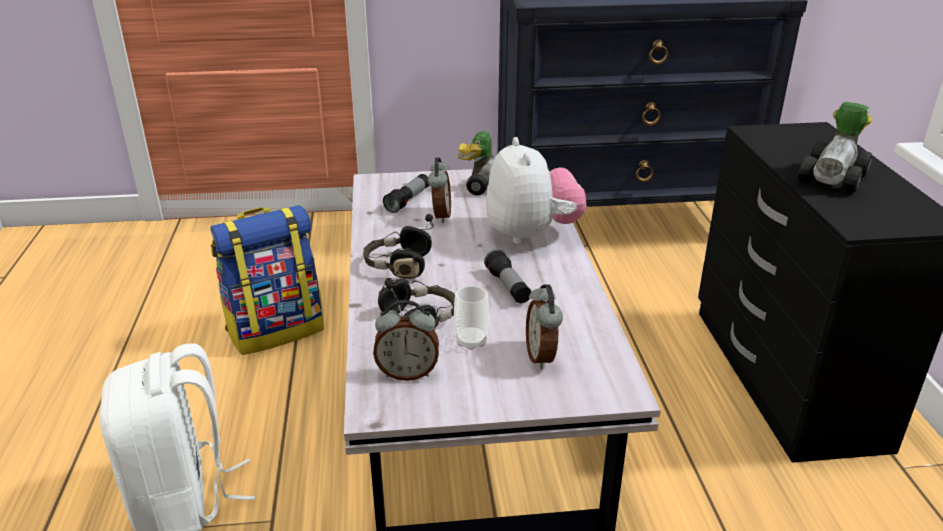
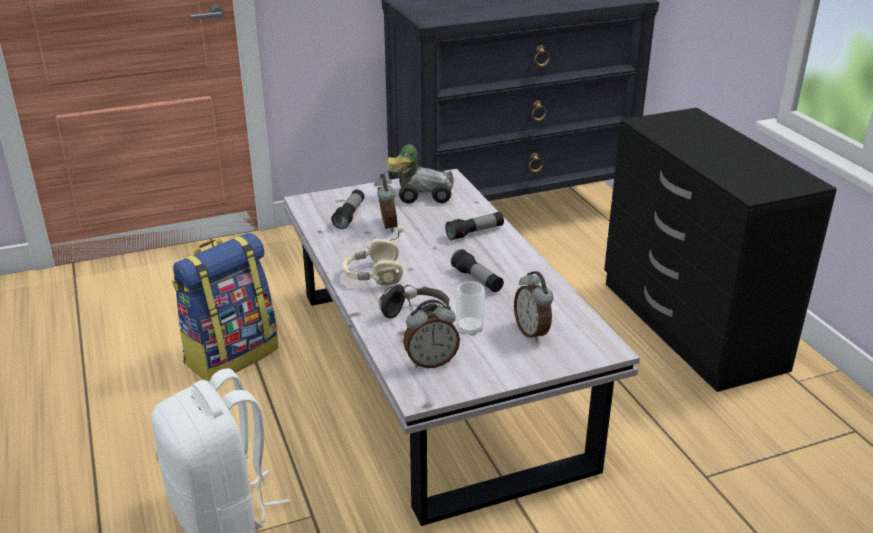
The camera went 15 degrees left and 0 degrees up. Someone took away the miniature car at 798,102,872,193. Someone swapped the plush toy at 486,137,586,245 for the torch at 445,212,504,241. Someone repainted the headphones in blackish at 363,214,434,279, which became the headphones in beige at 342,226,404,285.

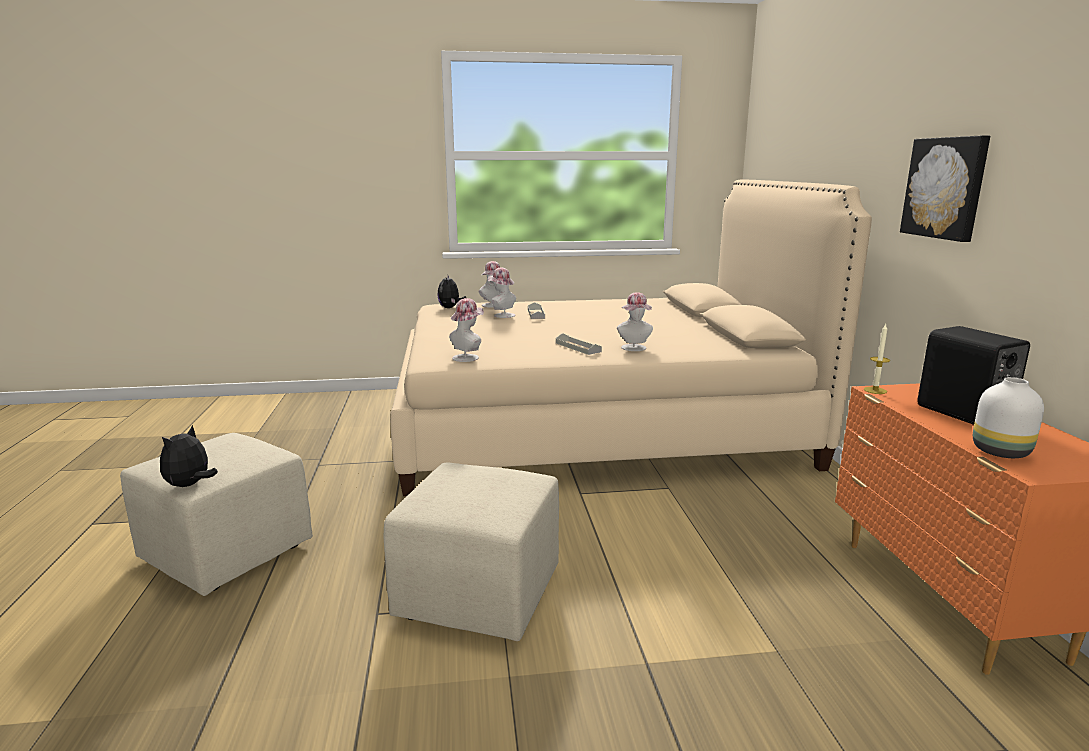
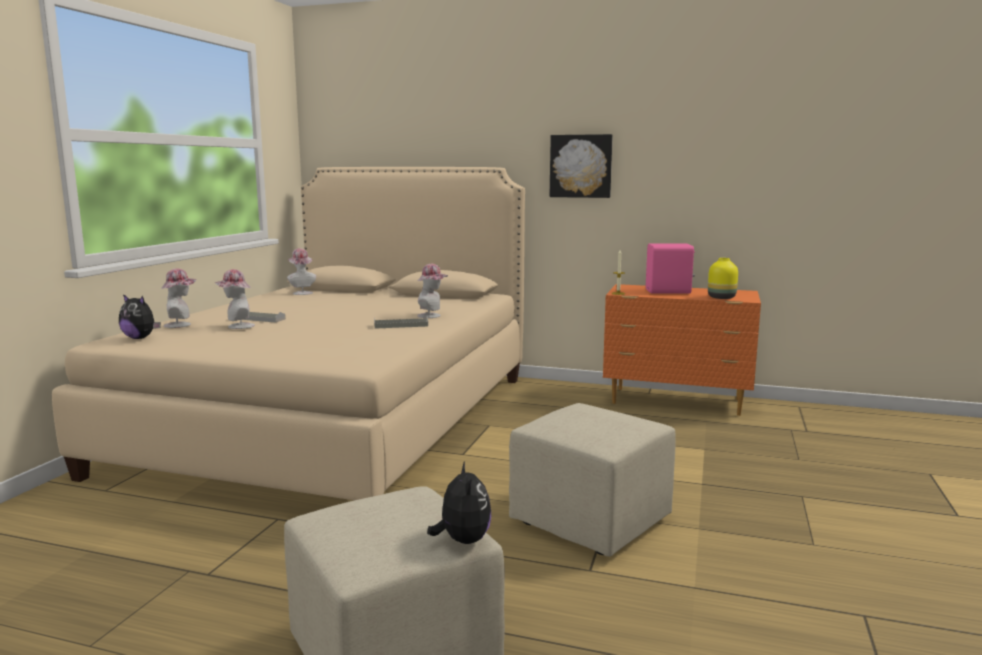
The camera went 65 degrees left and 5 degrees down. Someone carried the hat from 449,298,484,362 to 287,248,316,295. Someone repainted the audio speaker in blackish at 917,326,1030,425, which became the audio speaker in pinkish at 646,244,695,294. Someone repainted the vase in whitish at 973,377,1044,458, which became the vase in yellow-coloured at 708,258,738,299. Someone rotated the plush toy at 160,425,218,487 by 150 degrees counterclockwise.

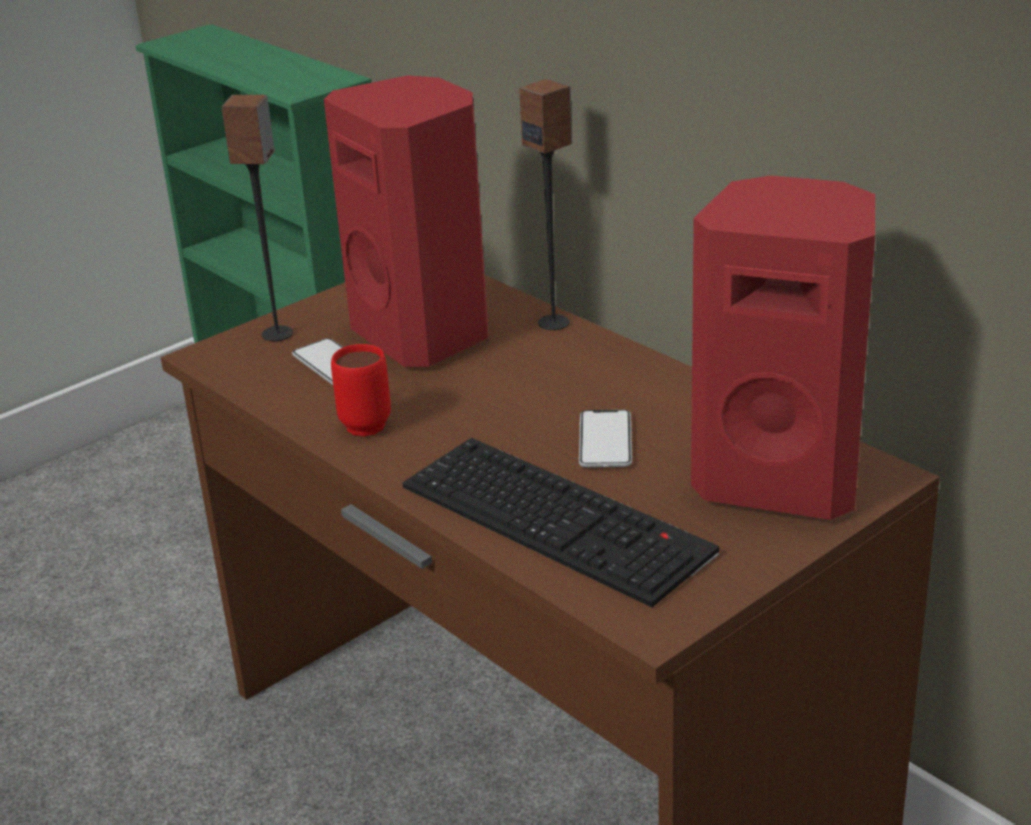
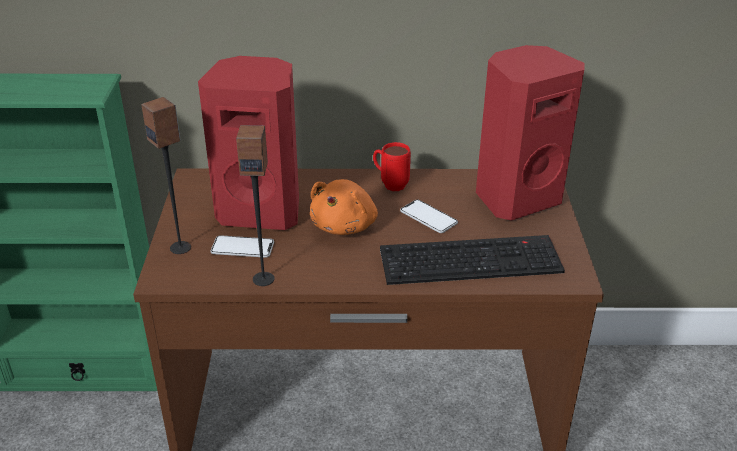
The camera went 50 degrees left and 5 degrees up. Someone put down the plush toy in orangey at 310,179,378,235. Someone carried the coffee mug in red from 331,344,391,436 to 373,142,411,191. Someone carried the audio speaker from 519,79,572,330 to 236,125,275,286.

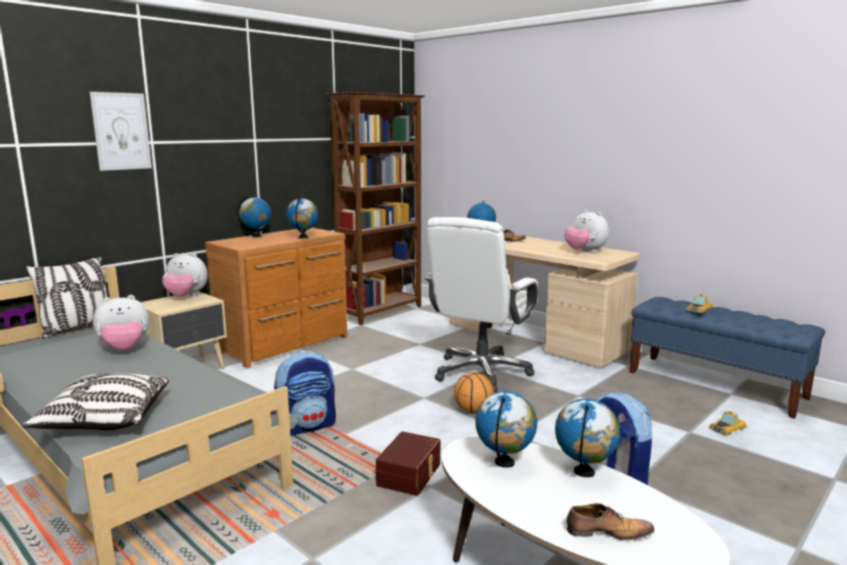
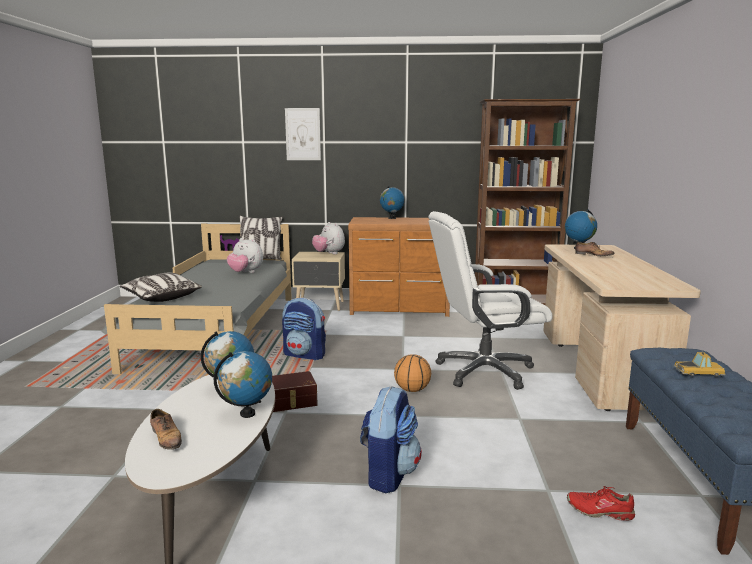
The camera went 50 degrees right and 0 degrees up. Someone took away the globe at 286,198,319,239. Someone took away the plush toy at 564,210,609,253. Someone swapped the miniature car at 709,411,747,435 for the low shoe in red at 567,486,635,521.

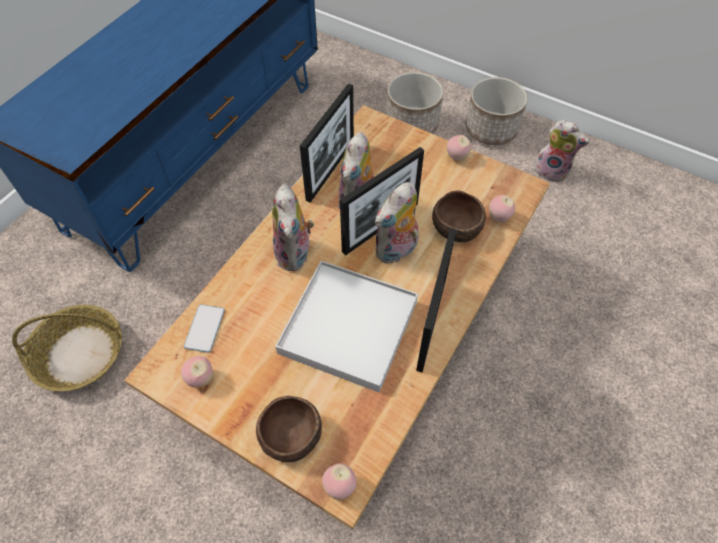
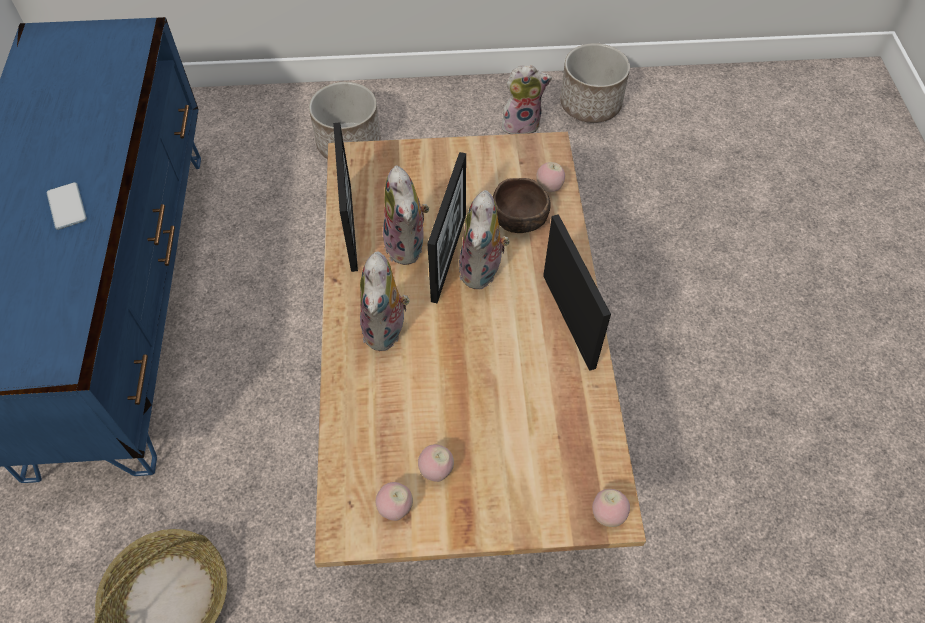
The camera went 35 degrees left and 0 degrees up. Someone took away the bowl in brown-coloured at 256,396,322,462. Someone took away the serving tray in whitish at 275,261,418,392. Someone carried the telephone from 184,304,225,353 to 46,182,87,230. Someone carried the whole apple from 447,135,471,161 to 418,444,454,482. Someone carried the flower pot from 466,77,528,145 to 560,43,630,123. Someone rotated the plush toy at 272,184,314,271 by 45 degrees clockwise.

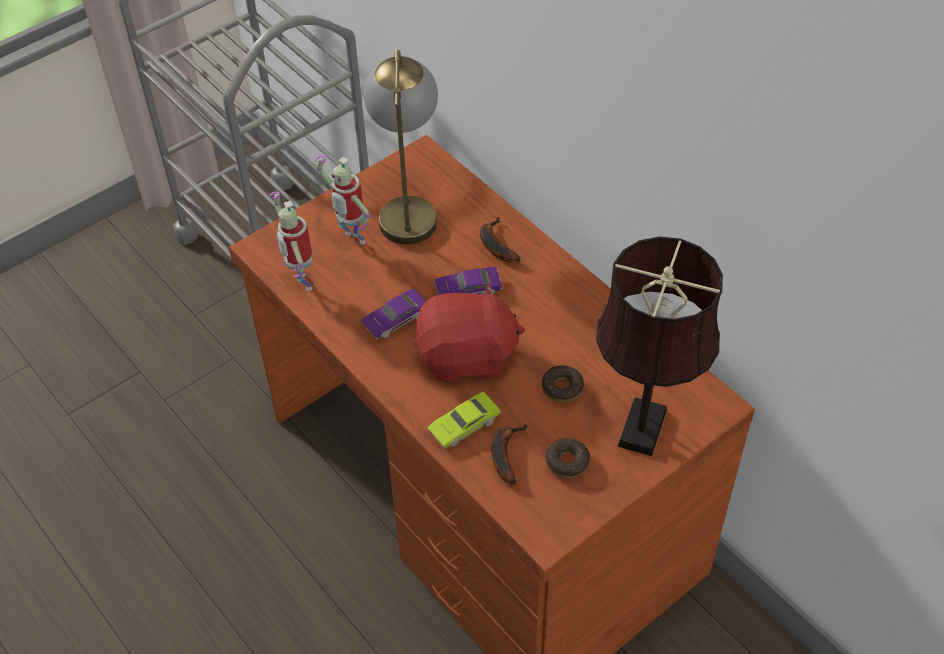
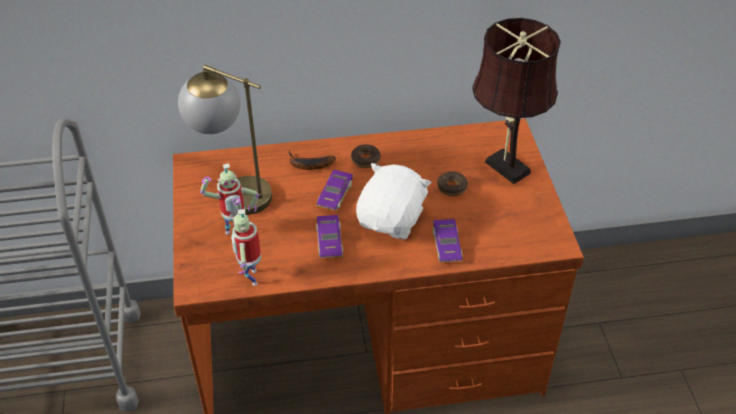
The camera went 60 degrees left and 5 degrees down. Someone took away the whole banana at 491,425,528,485. Someone carried the donut from 546,438,590,478 to 351,144,381,168. Someone repainted the plush toy in red at 414,283,525,383, which became the plush toy in whitish at 356,163,431,239. Someone repainted the miniature car in green-coloured at 427,392,501,448, which became the miniature car in purplish at 433,219,463,262. Someone rotated the robot figure at 269,191,313,291 by 75 degrees clockwise.

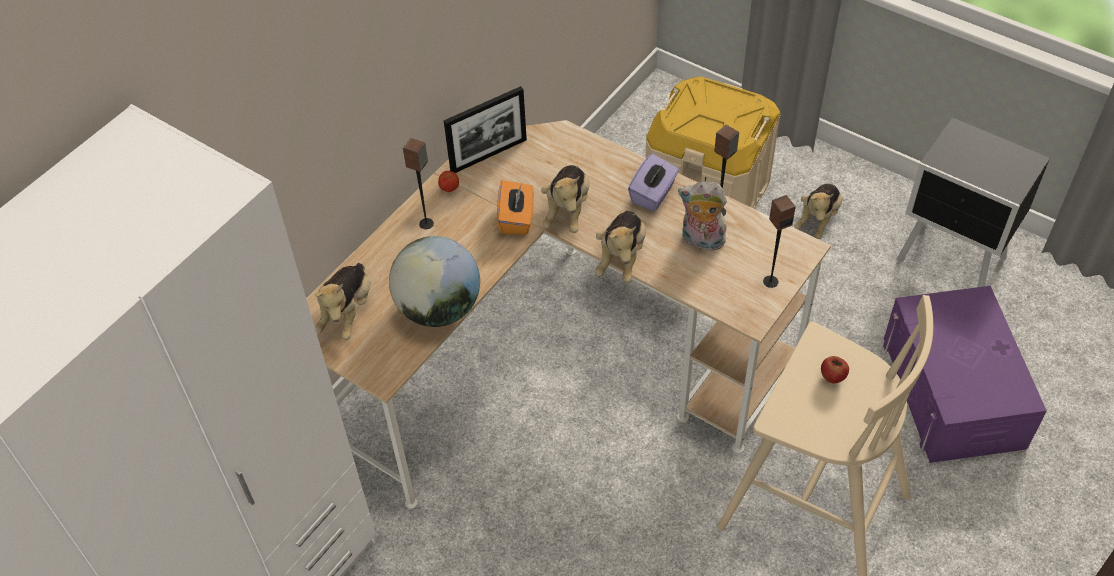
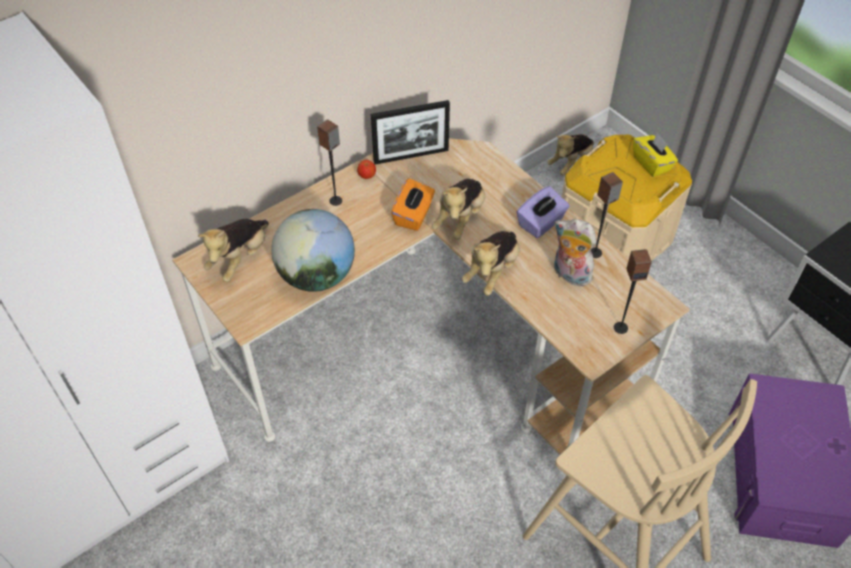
The camera went 15 degrees right and 0 degrees up. Someone took away the whole apple at 821,356,849,384. Someone put down the tissue holder in yellow-coloured at 633,133,678,177. Someone carried the plush toy from 794,184,842,239 to 547,134,594,175.

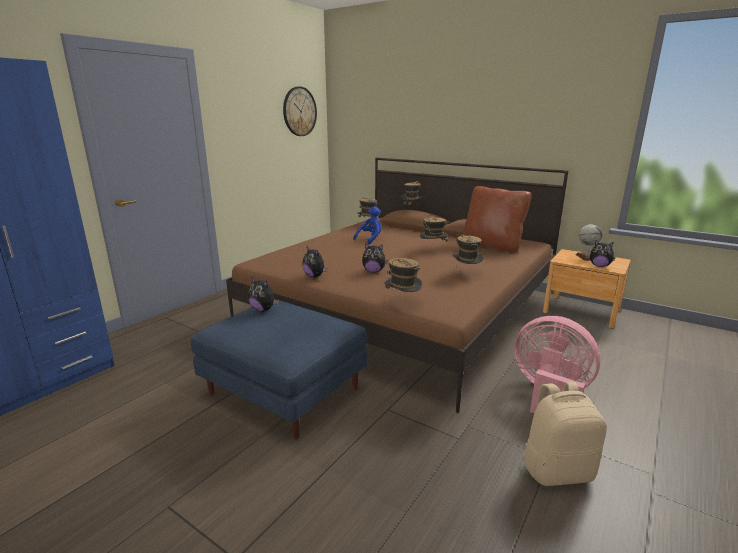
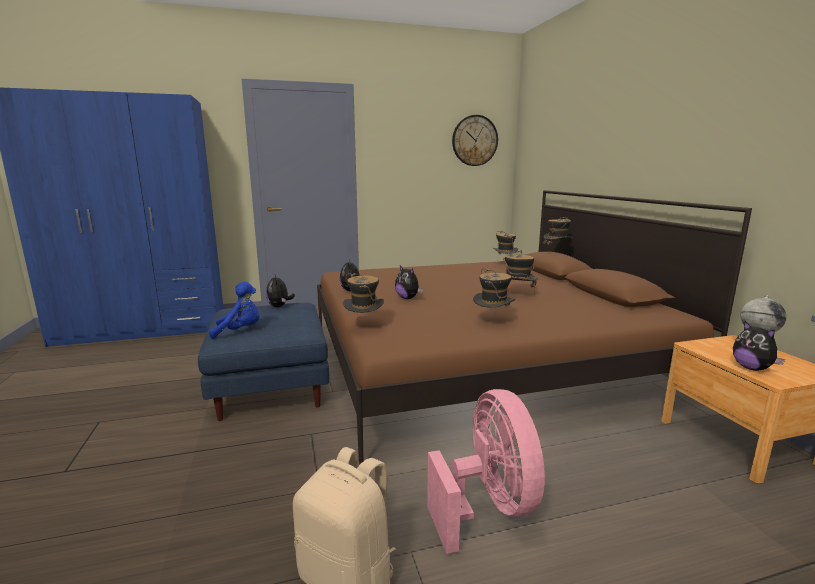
The camera went 40 degrees right and 5 degrees down. Someone took away the pillow in brown-coloured at 463,186,532,253. Someone carried the plush toy in blue from 353,206,382,244 to 209,281,259,339.

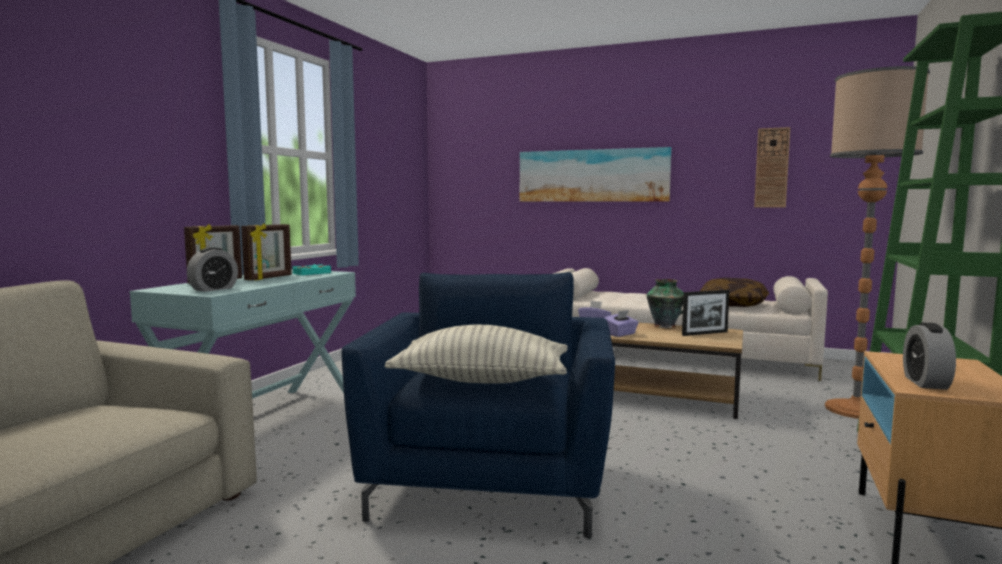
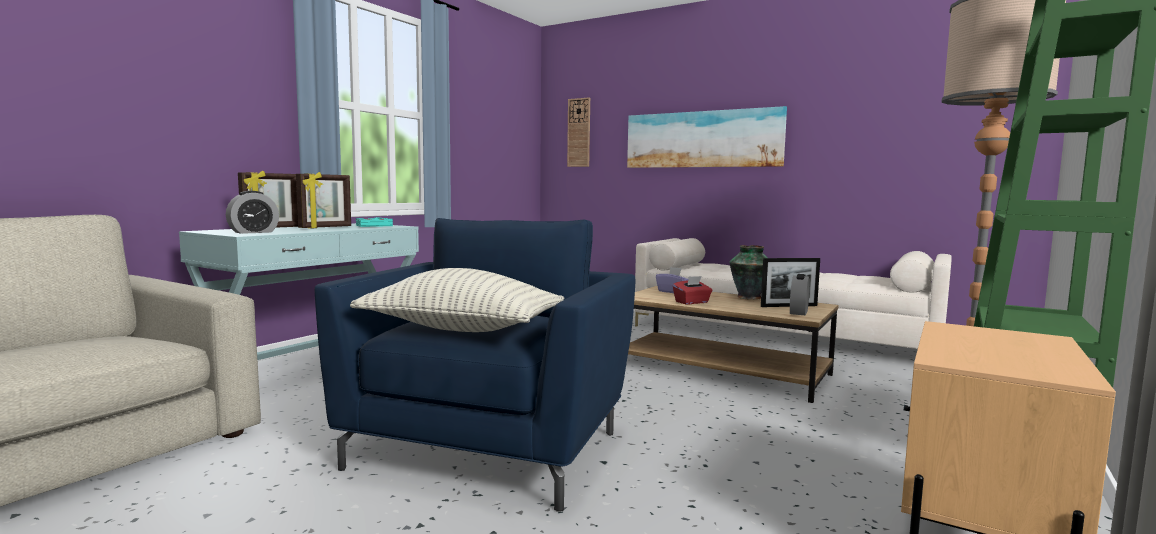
The camera went 10 degrees right and 0 degrees up. Someone took away the pillow at 700,278,769,307. Someone carried the wall clock from 754,127,790,207 to 567,97,590,167. Someone carried the table clock from 903,323,956,390 to 790,274,810,315. Someone repainted the tissue holder in purplish at 605,310,639,337, which became the tissue holder in red at 673,276,712,304.

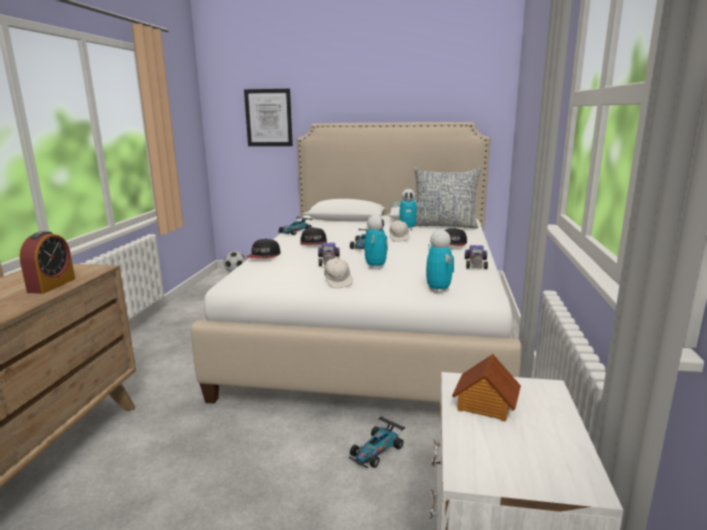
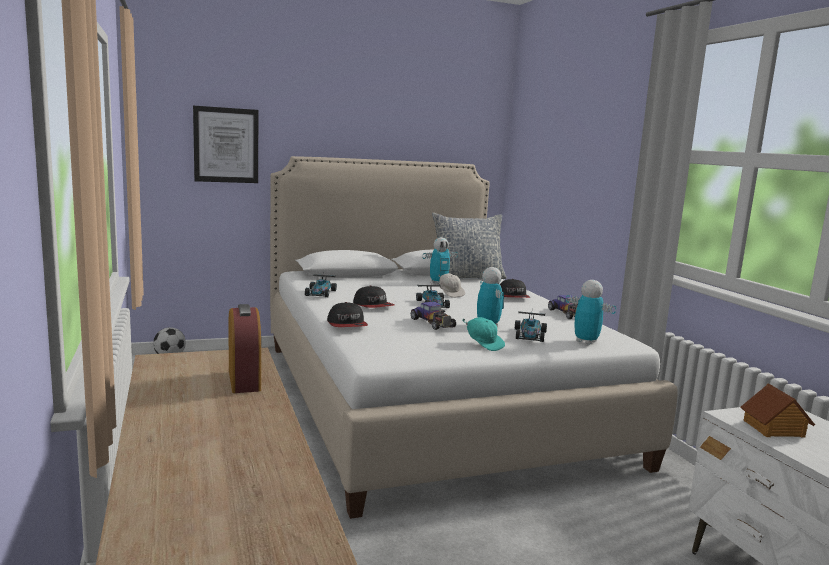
The camera went 30 degrees left and 5 degrees down. Someone carried the miniature car from 349,416,405,468 to 515,312,547,342. Someone repainted the peaked cap in whitish at 324,258,353,289, which became the peaked cap in turquoise-coloured at 462,317,505,351.

